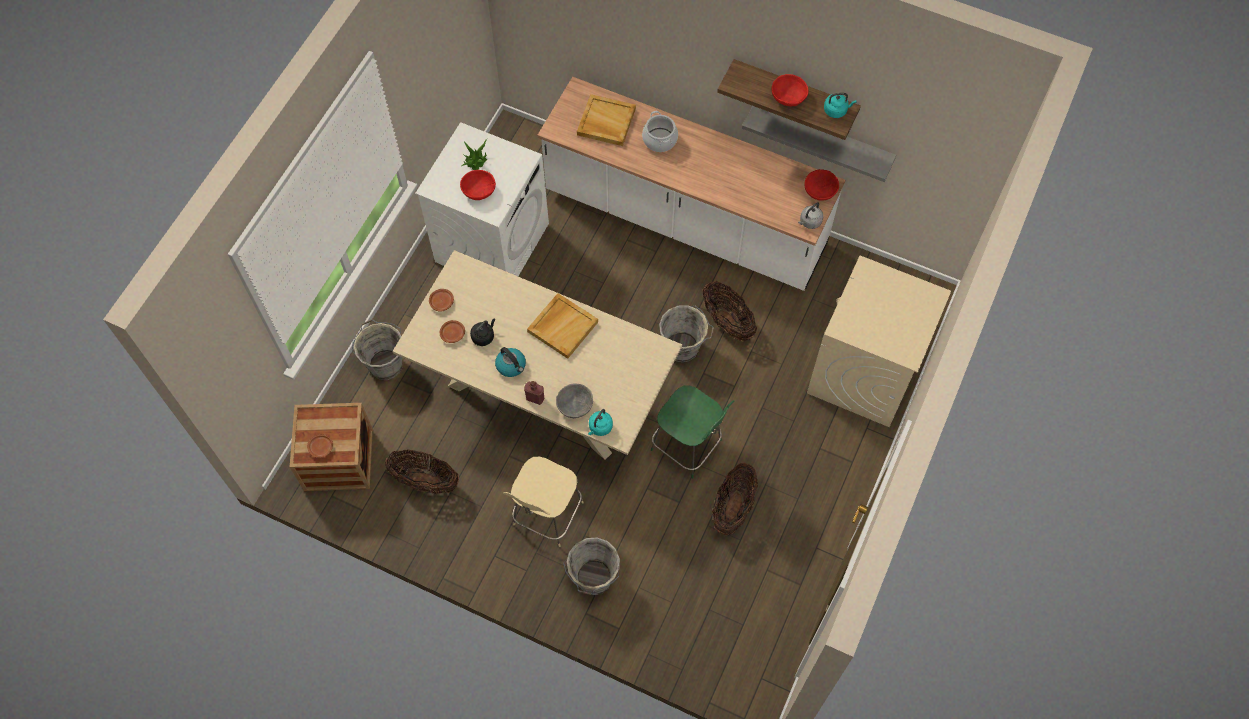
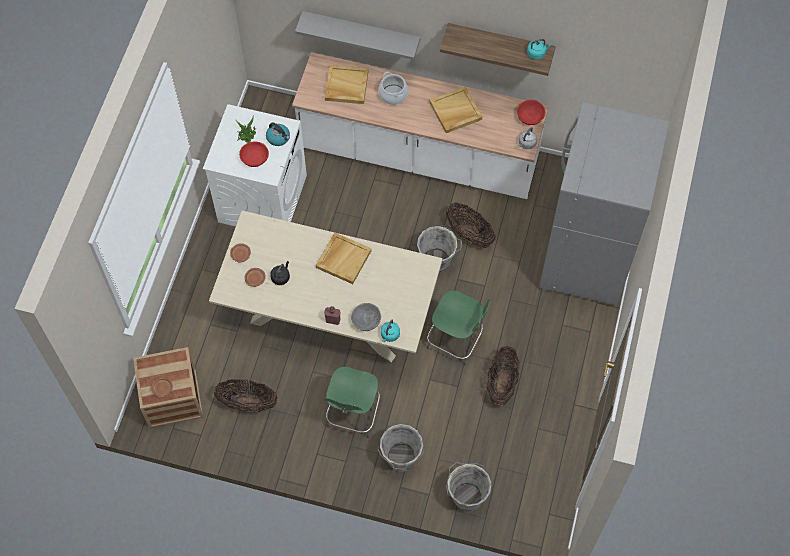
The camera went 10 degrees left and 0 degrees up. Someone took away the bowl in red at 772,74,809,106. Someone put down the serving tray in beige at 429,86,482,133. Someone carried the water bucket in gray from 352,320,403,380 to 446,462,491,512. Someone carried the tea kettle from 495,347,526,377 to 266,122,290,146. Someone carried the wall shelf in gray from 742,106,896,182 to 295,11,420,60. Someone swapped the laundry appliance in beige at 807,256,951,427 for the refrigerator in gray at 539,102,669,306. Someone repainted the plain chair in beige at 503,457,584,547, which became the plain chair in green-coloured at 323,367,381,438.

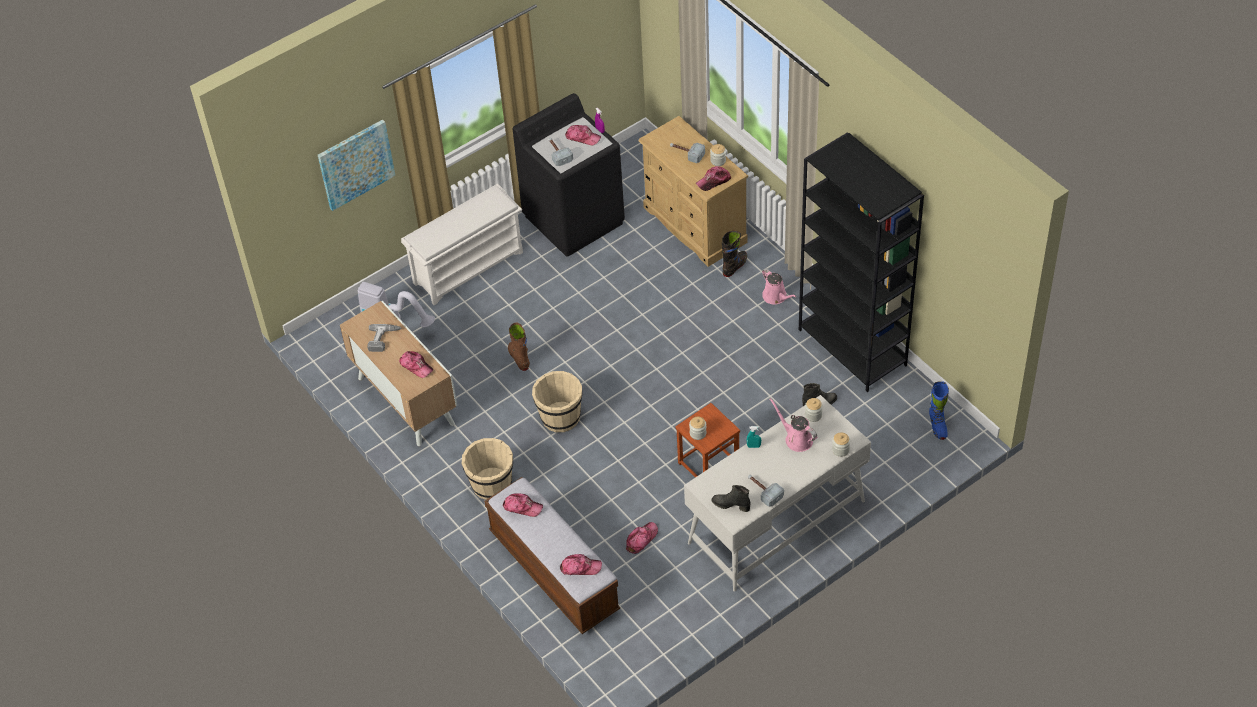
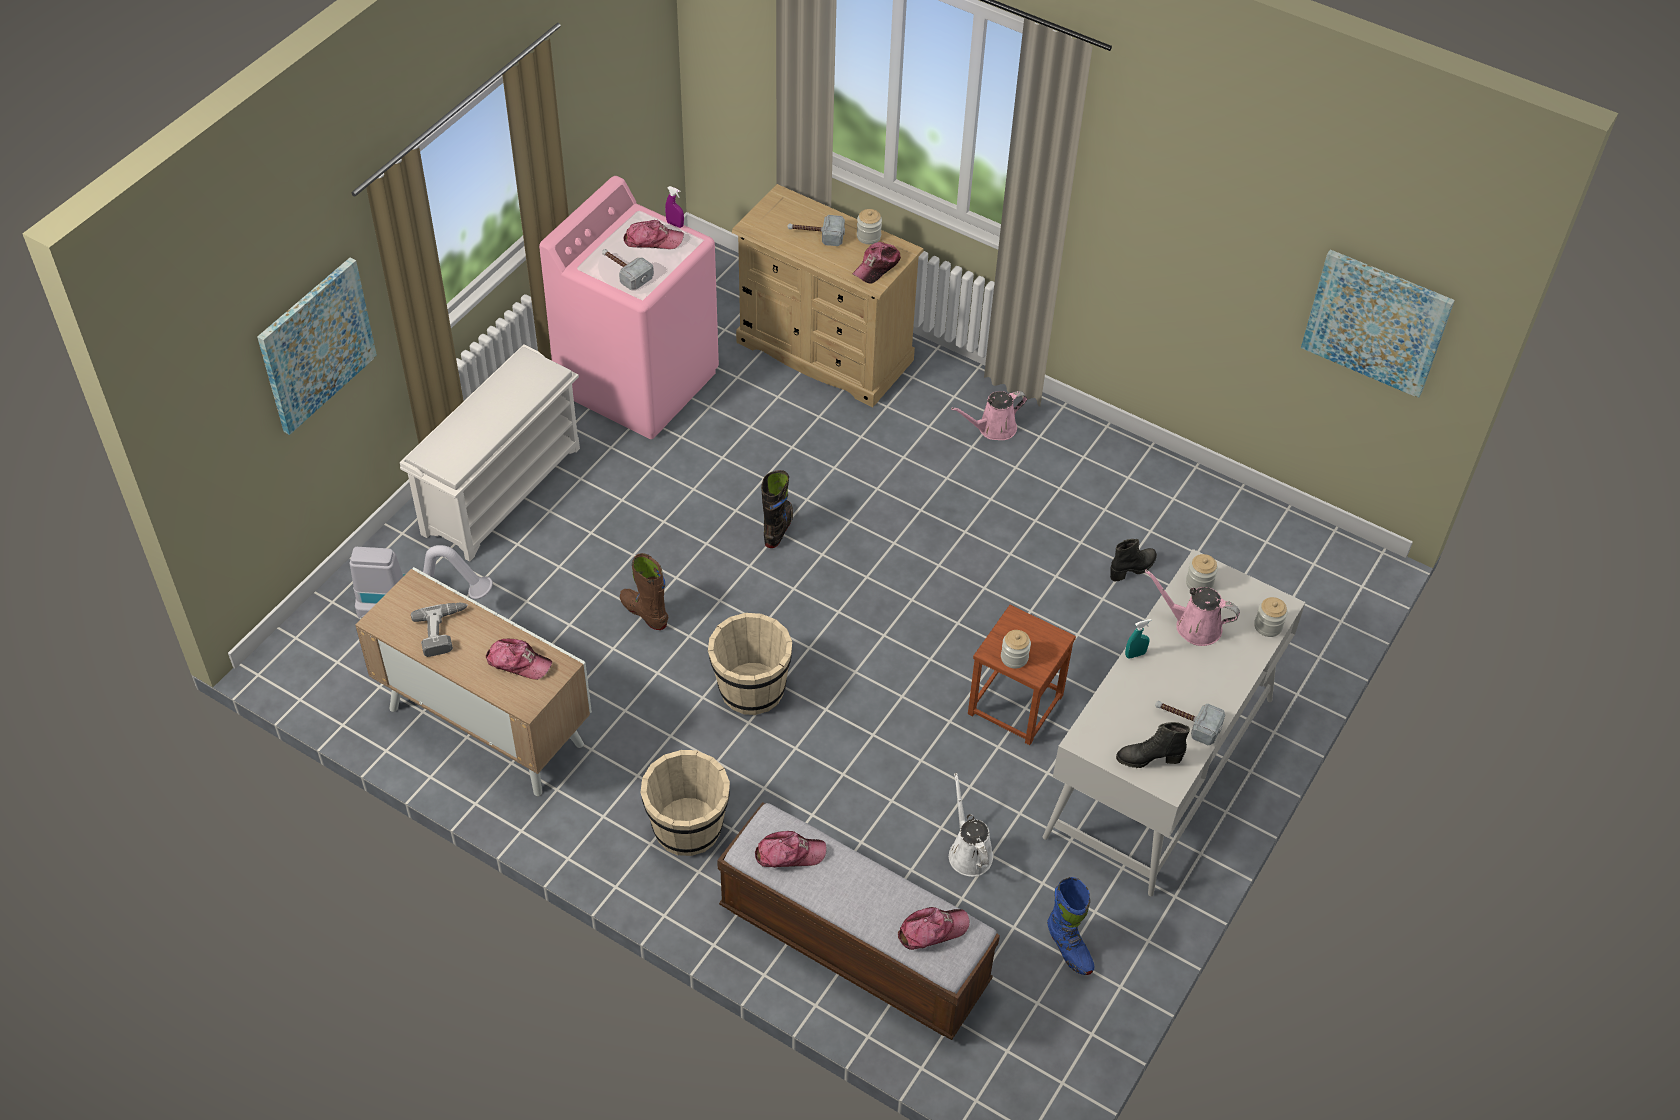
The camera went 25 degrees left and 0 degrees up. Someone took away the bookshelf in blackish at 799,132,924,392. Someone put up the wall art at 1301,249,1455,398. Someone carried the tall boot in blackish from 722,231,747,277 to 761,470,793,548. Someone carried the tall boot in blue from 929,381,949,440 to 1047,877,1094,975. Someone swapped the peaked cap at 626,522,658,554 for the sprinkling can in whitish at 949,773,993,877. Someone repainted the laundry appliance in blackish at 513,93,625,257, which became the laundry appliance in pinkish at 539,176,719,439. Someone rotated the sprinkling can in pinkish at 762,268,796,305 by 120 degrees clockwise.

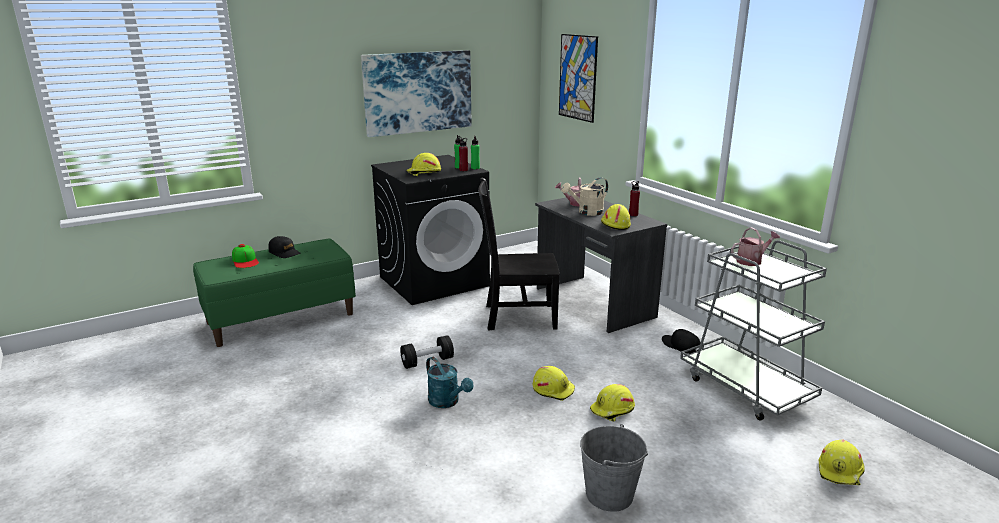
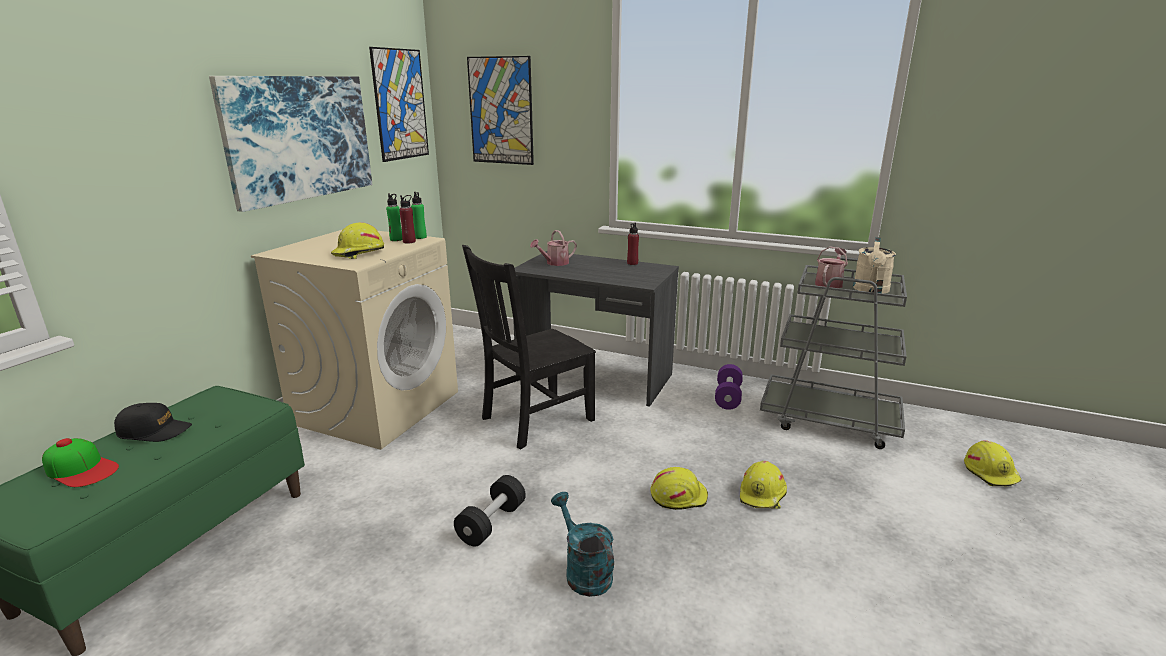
The camera went 35 degrees left and 0 degrees up. Someone took away the water bucket in gray at 580,424,648,512. Someone took away the safety helmet in yellow-coloured at 601,204,631,230. Someone put up the wall art at 369,47,429,162. Someone carried the sprinkling can in beige from 561,177,608,216 to 853,237,896,294. Someone swapped the peaked cap in blackish at 662,329,701,354 for the hand weight in purplish at 715,364,743,410. Someone repainted the laundry appliance in blackish at 371,155,490,305, which became the laundry appliance in beige at 251,230,458,450. Someone rotated the sprinkling can in turquoise-coloured at 426,357,474,408 by 135 degrees counterclockwise.

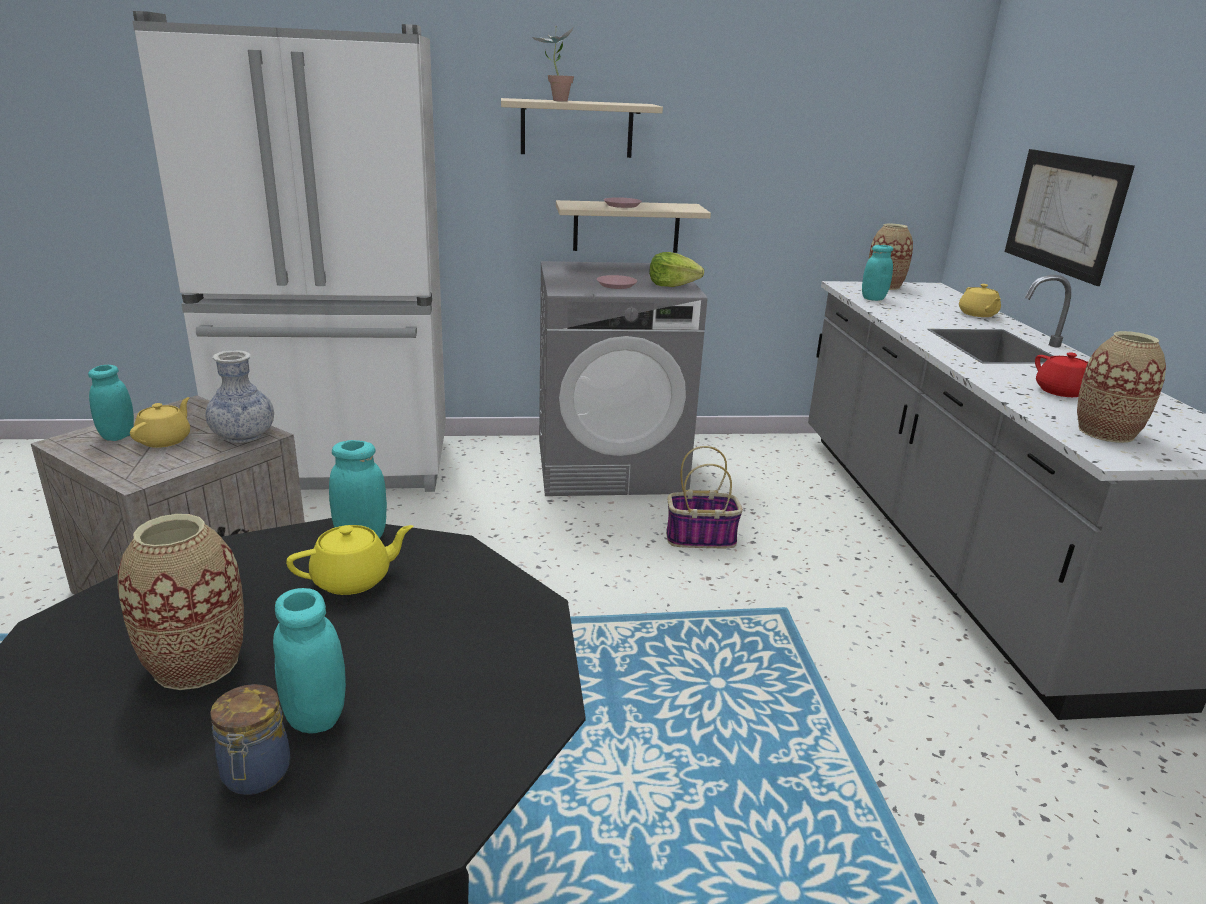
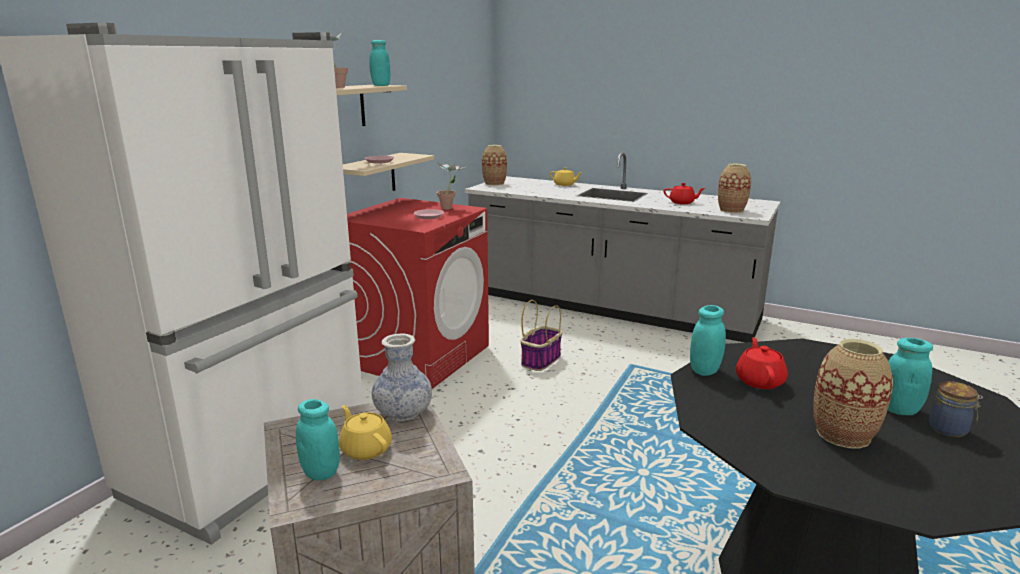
The camera went 55 degrees left and 5 degrees down. Someone took away the wall art at 1005,149,1135,286. Someone carried the storage jar in turquoise-coloured from 862,245,893,301 to 369,40,391,86. Someone swapped the lettuce at 649,252,704,287 for the houseplant at 437,160,465,210. Someone repainted the tea pot in yellow-coloured at 286,525,413,595, which became the tea pot in red at 736,337,788,389. Someone repainted the laundry appliance in gray at 539,261,707,496, which became the laundry appliance in red at 347,198,489,389.

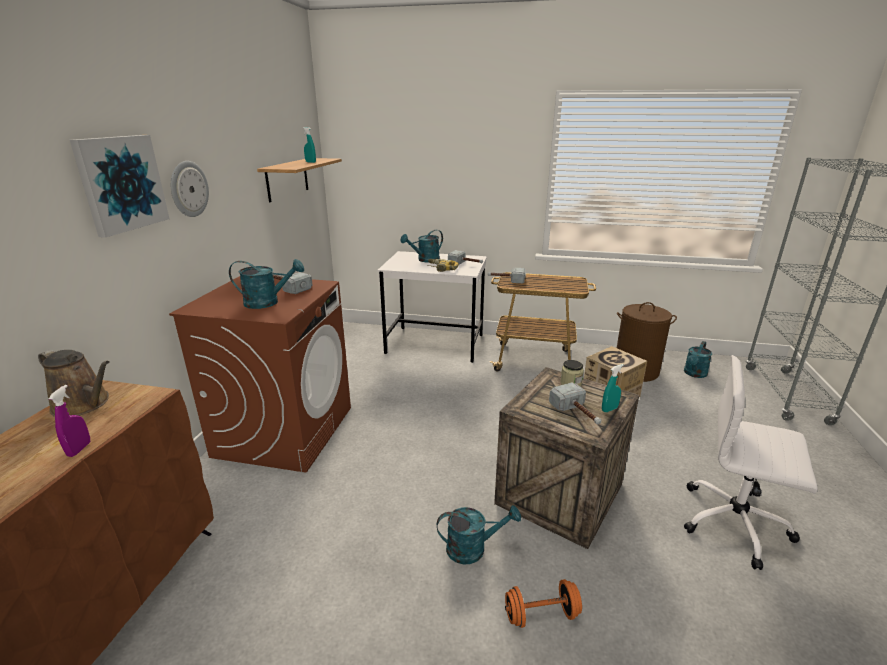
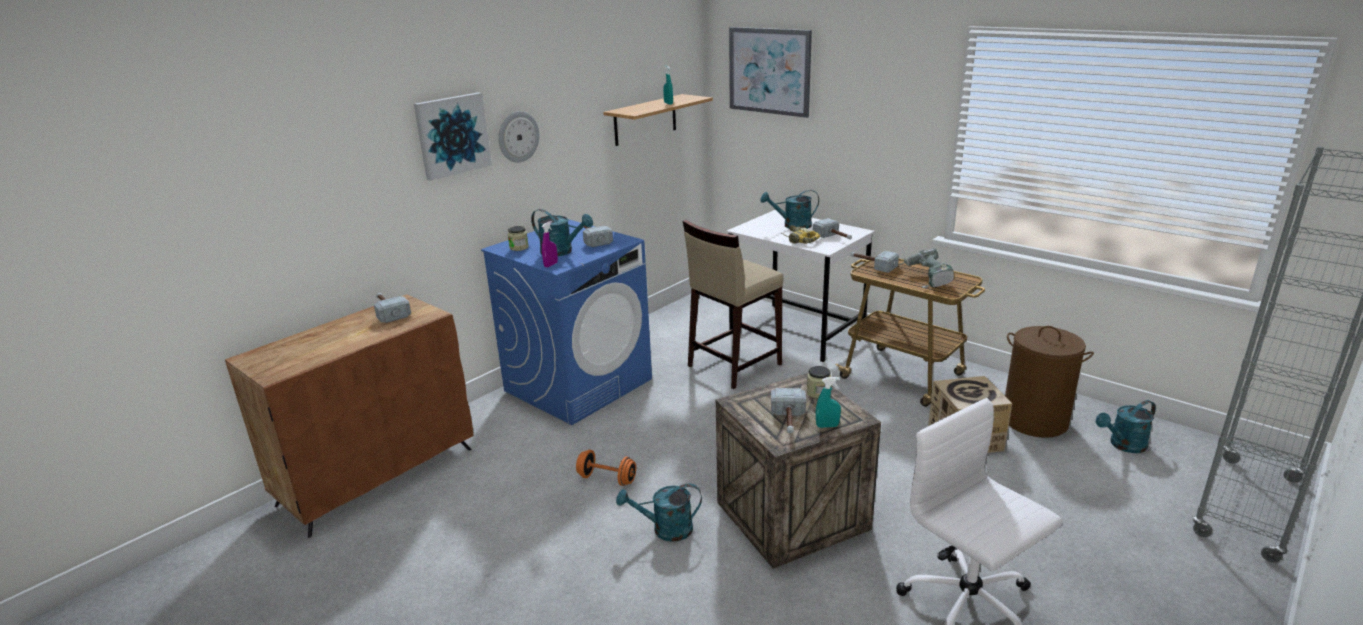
The camera went 30 degrees right and 0 degrees up. Someone put down the storage jar at 508,226,529,251. Someone put down the stool seat in beige at 683,220,784,389. Someone put up the wall art at 729,27,812,118. Someone put down the power drill at 898,248,954,288. Someone carried the sprayer in purplish from 49,385,90,457 to 542,221,558,267. Someone carried the hand weight in orangey from 505,579,582,628 to 576,450,636,486. Someone swapped the sprinkling can in brown-coloured at 38,350,110,417 for the hammer at 374,293,411,323. Someone repainted the laundry appliance in brown-coloured at 169,276,351,473, which became the laundry appliance in blue at 481,220,652,425. Someone rotated the sprinkling can in turquoise-coloured at 437,505,521,565 by 150 degrees clockwise.

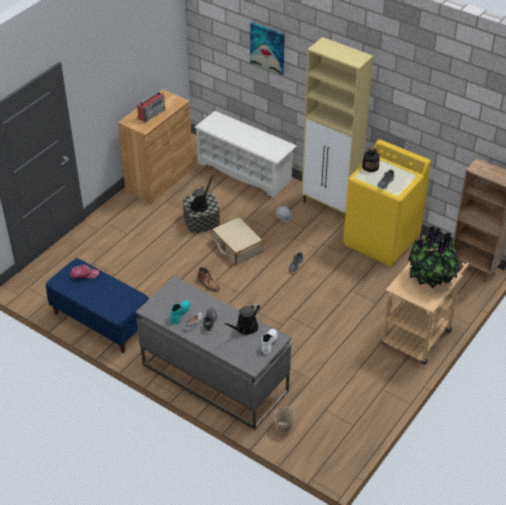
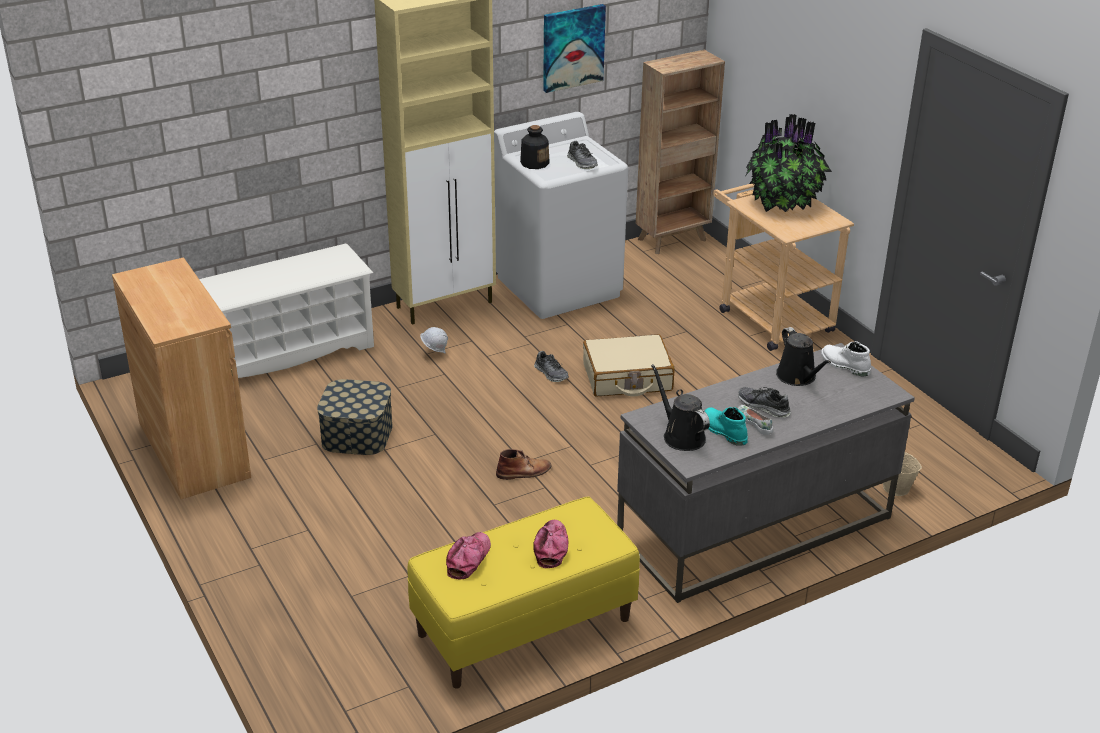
The camera went 65 degrees left and 10 degrees down. Someone took away the radio at 137,91,165,122. Someone put down the peaked cap at 533,520,568,568. Someone carried the sprinkling can in blackish from 190,175,214,212 to 651,364,710,451. Someone carried the piece of luggage in beige from 211,217,264,265 to 583,334,675,397. Someone carried the wall art from 250,22,285,75 to 543,4,606,93. Someone repainted the long seat in blue at 46,258,149,353, which became the long seat in yellow-coloured at 407,497,640,689. Someone repainted the laundry appliance in yellow-coloured at 343,139,431,266, which became the laundry appliance in whitish at 494,112,628,319.

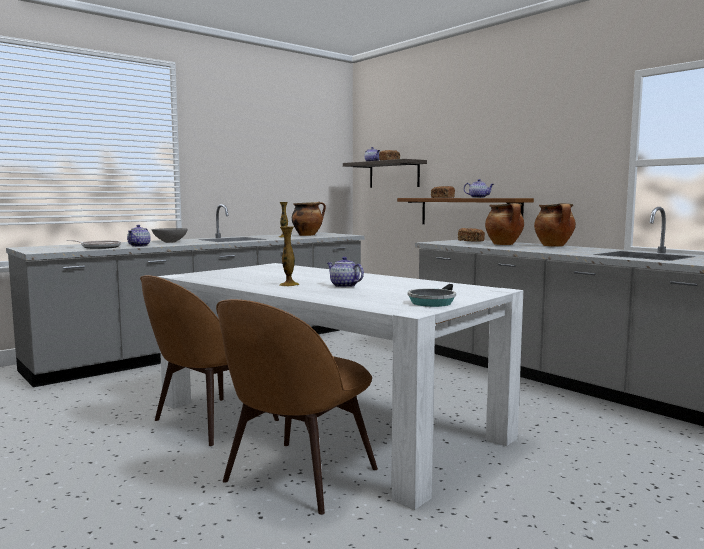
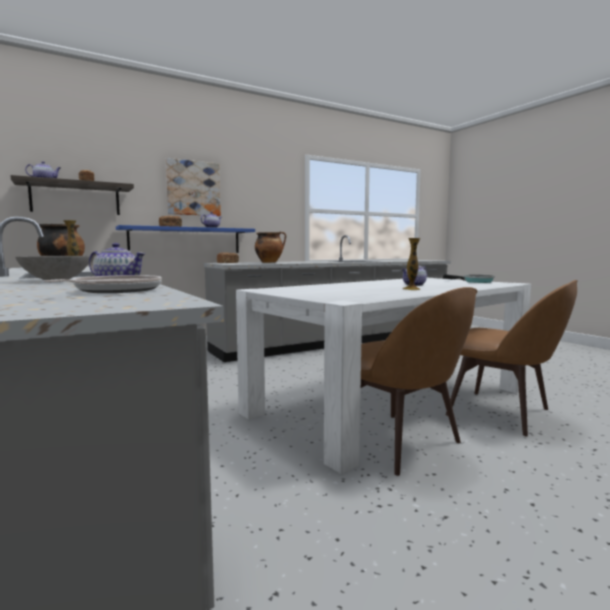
The camera went 80 degrees left and 0 degrees up. Someone took away the cooking pot at 534,203,576,247. Someone put up the wall art at 166,158,221,216. Someone repainted the wall shelf in brown-coloured at 397,198,534,224, which became the wall shelf in blue at 116,225,255,253.

